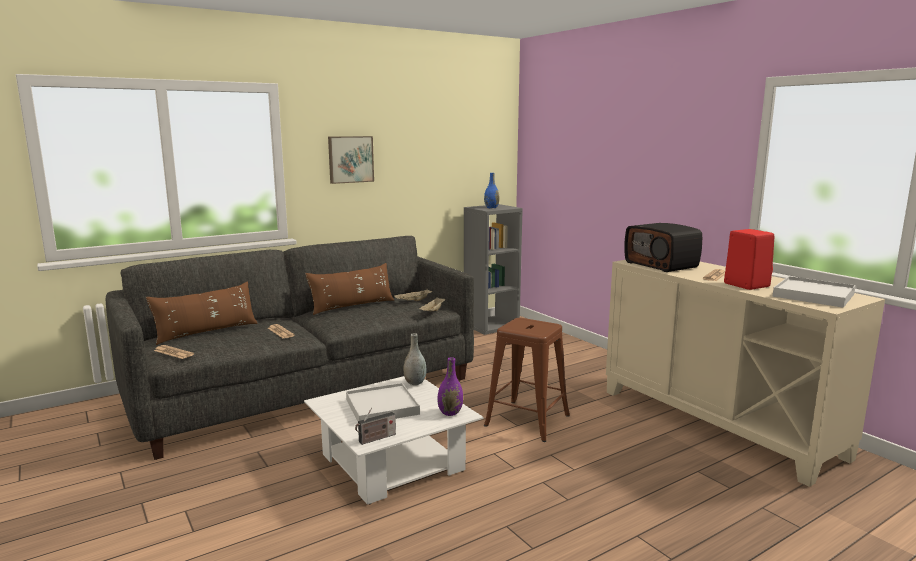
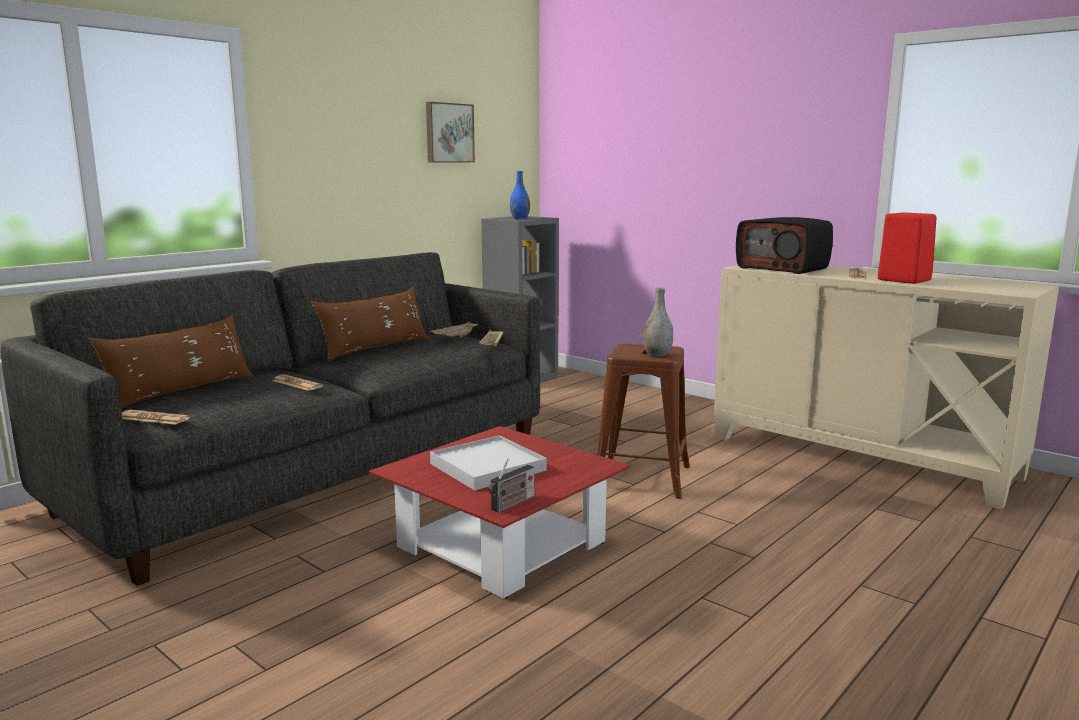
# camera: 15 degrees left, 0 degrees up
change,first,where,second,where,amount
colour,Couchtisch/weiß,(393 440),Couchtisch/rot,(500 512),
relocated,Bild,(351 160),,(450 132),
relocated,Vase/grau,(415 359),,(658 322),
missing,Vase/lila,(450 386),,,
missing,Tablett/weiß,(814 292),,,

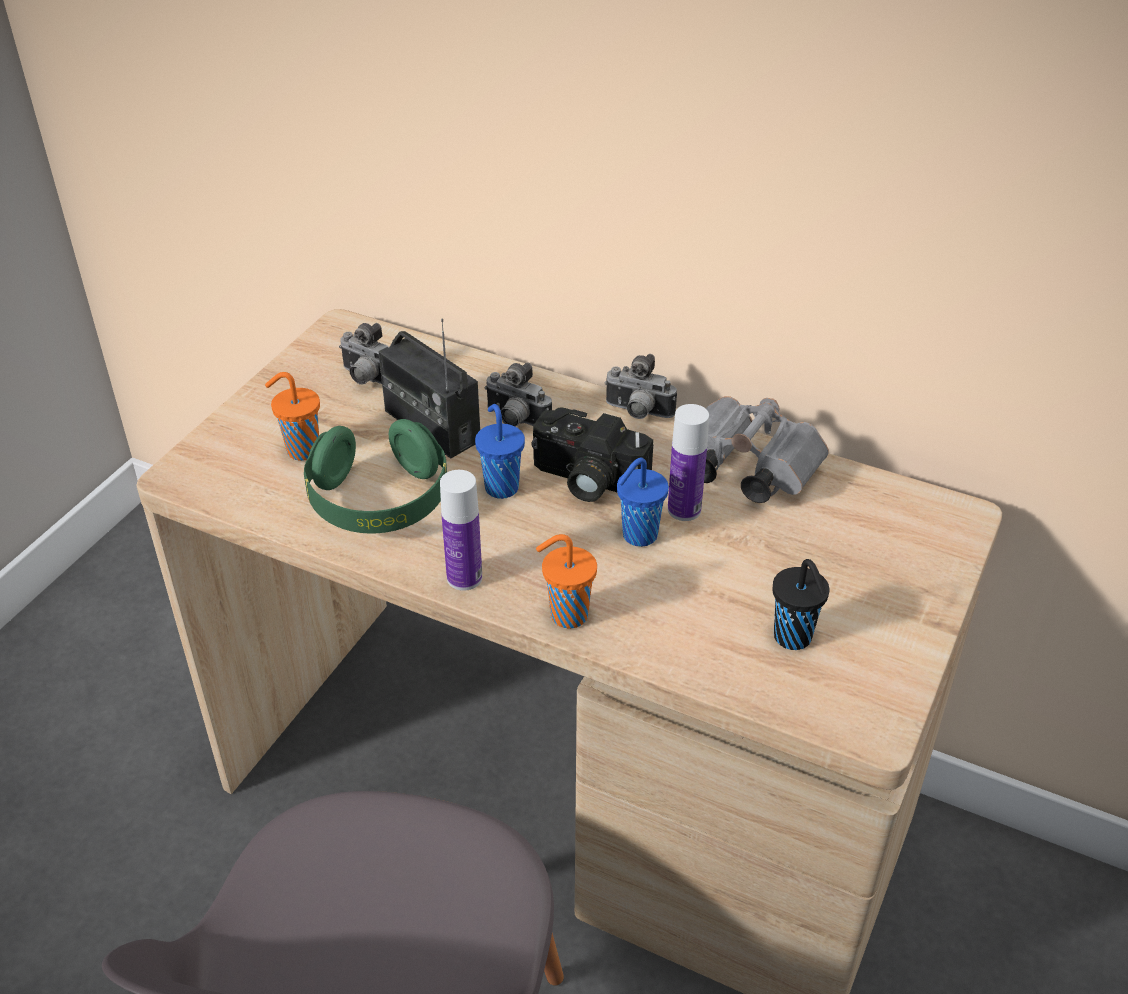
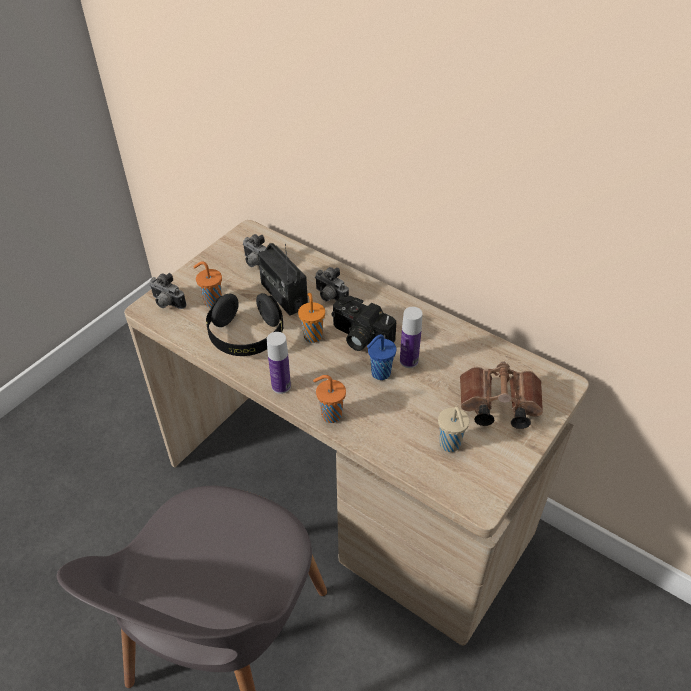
# camera: 10 degrees right, 5 degrees up
change,first,where,second,where,amount
colour,Kopfhörer/grün,(375 476),Kopfhörer/schwarz,(244 324),
colour,Tasse/blau,(500 451),Tasse/orange,(311 318),
relocated,Kamera,(641 386),,(168 291),
missing,Fernglas/grau,(766 449),,,
colour,Tasse/schwarz,(800 604),Tasse/beige,(453 429),
appeared,,,Fernglas/braun,(501 395),

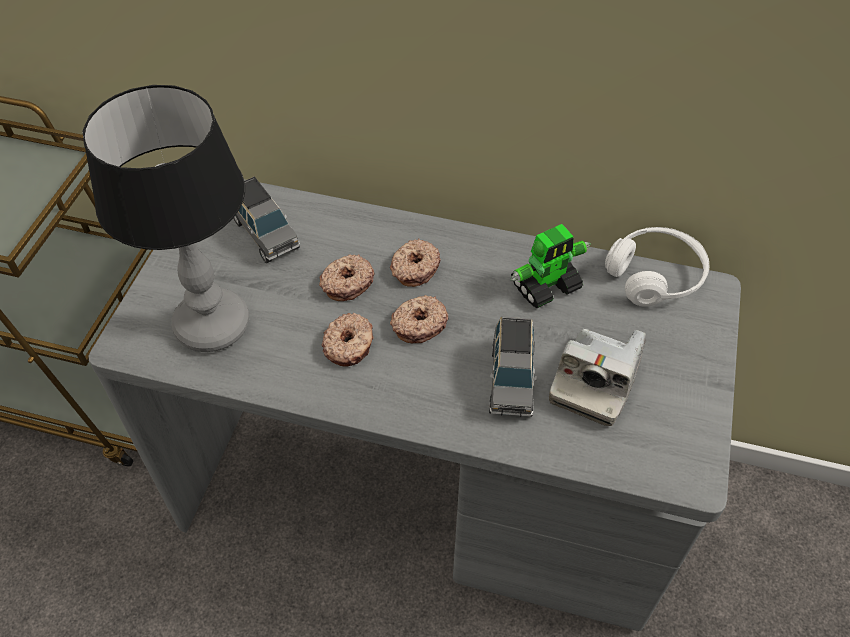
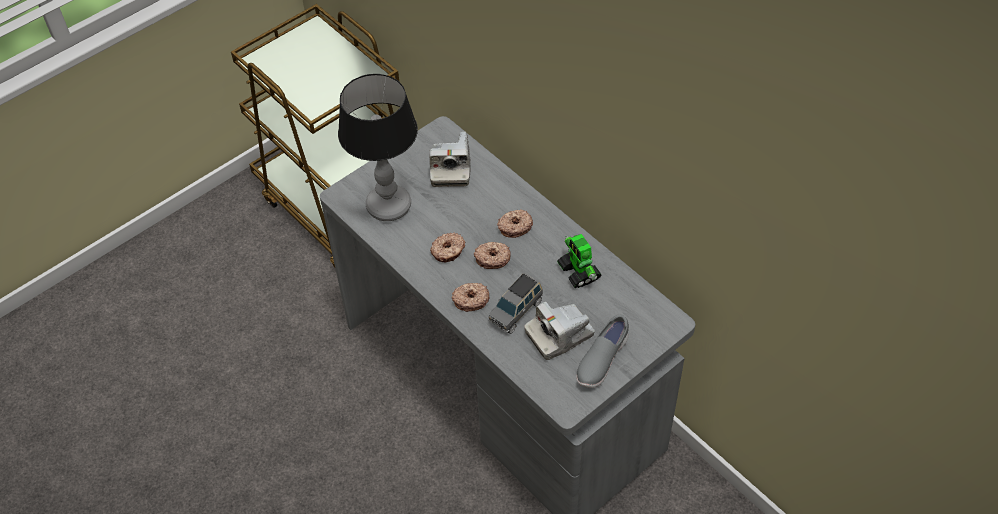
# camera: 35 degrees right, 0 degrees up
change,first,where,second,where,amount
exchanged,Spielzeugauto/grau,(266 219),Kamera,(450 159),
relocated,Donut,(346 277),,(470 297),
spun,Spielzeugroboter,(550 266),,(579 261),60 degrees clockwise
missing,Kopfhörer/weiß,(657 267),,,
appeared,,,Schuh/grau,(602 351),

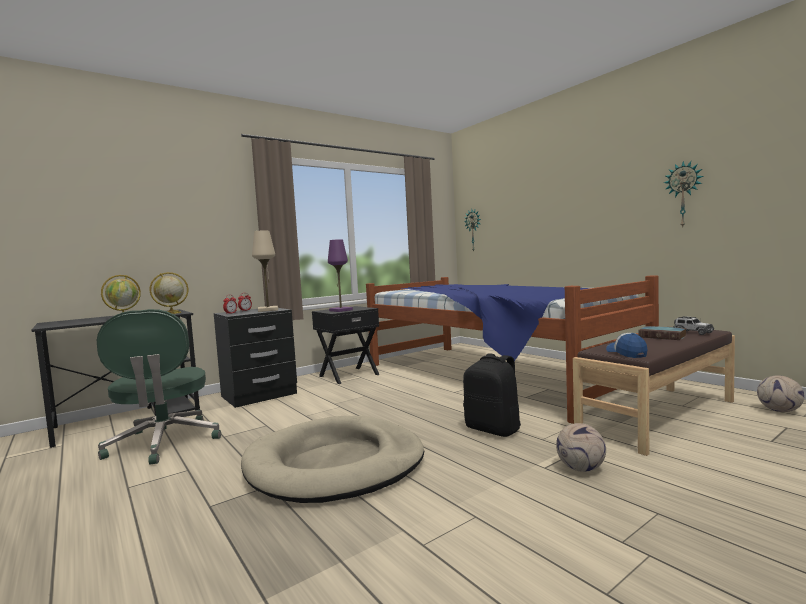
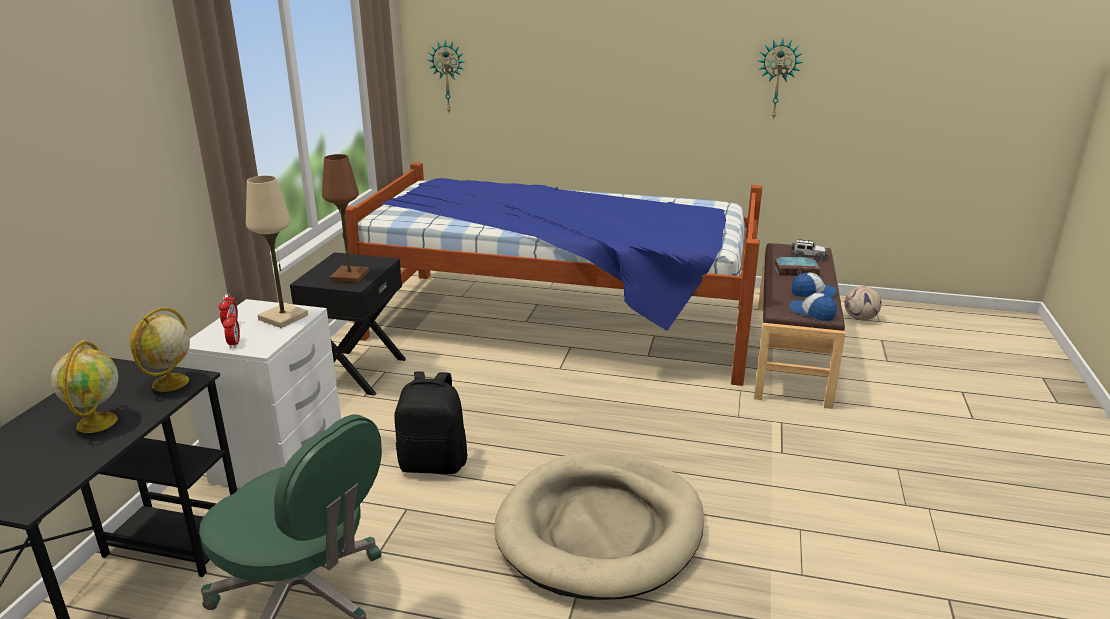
# camera: 40 degrees left, 20 degrees up
change,first,where,second,where,amount
colour,Nachttisch/schwarz,(255 358),Nachttisch/weiß,(261 393),
colour,Tischlampe/lila,(340 275),Tischlampe/braun,(345 218),
relocated,Rucksack/schwarz,(492 395),,(430 422),
missing,Fußball,(581 447),,,
appeared,,,Kappe,(814 285),

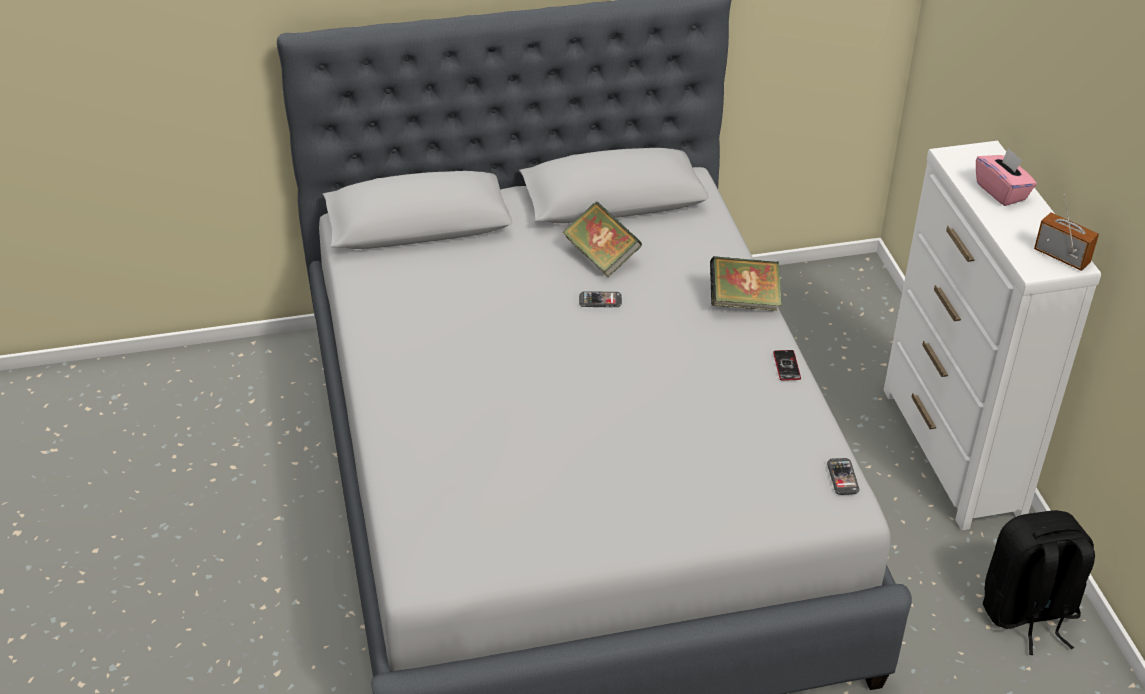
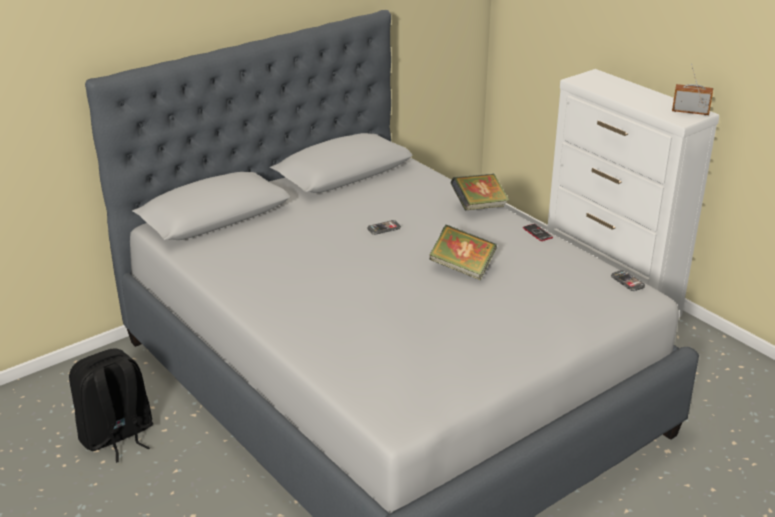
# camera: 25 degrees left, 10 degrees down
change,first,where,second,where,amount
relocated,Buch,(602 240),,(463 252),
missing,Taschentuchbox/rosa,(1006 176),,,
relocated,Rucksack/schwarz,(1039 582),,(111 405),

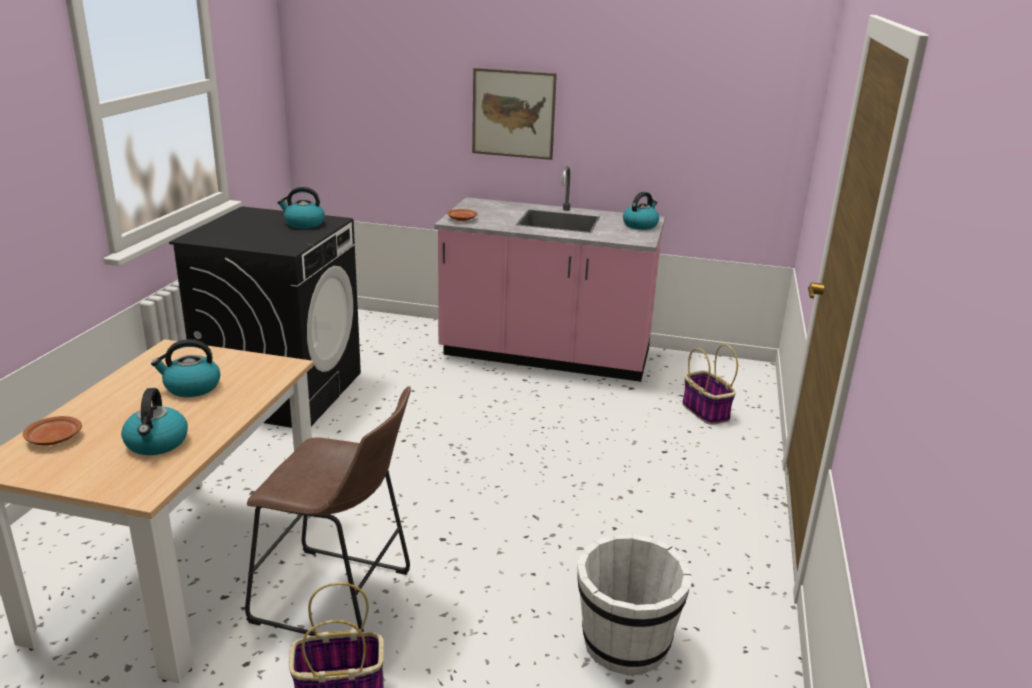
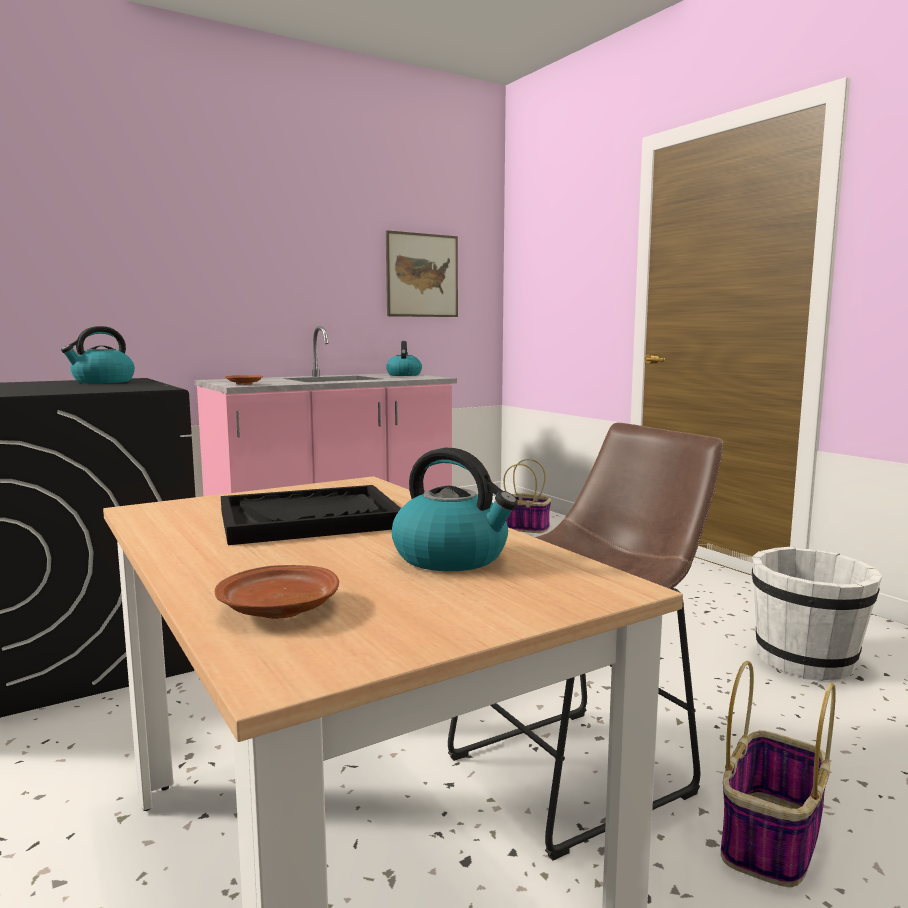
# camera: 45 degrees left, 15 degrees down
change,first,where,second,where,amount
exchanged,Wasserkessel,(185 368),Tablett/schwarz,(311 515),
relocated,Bild,(514 114),,(422 273),

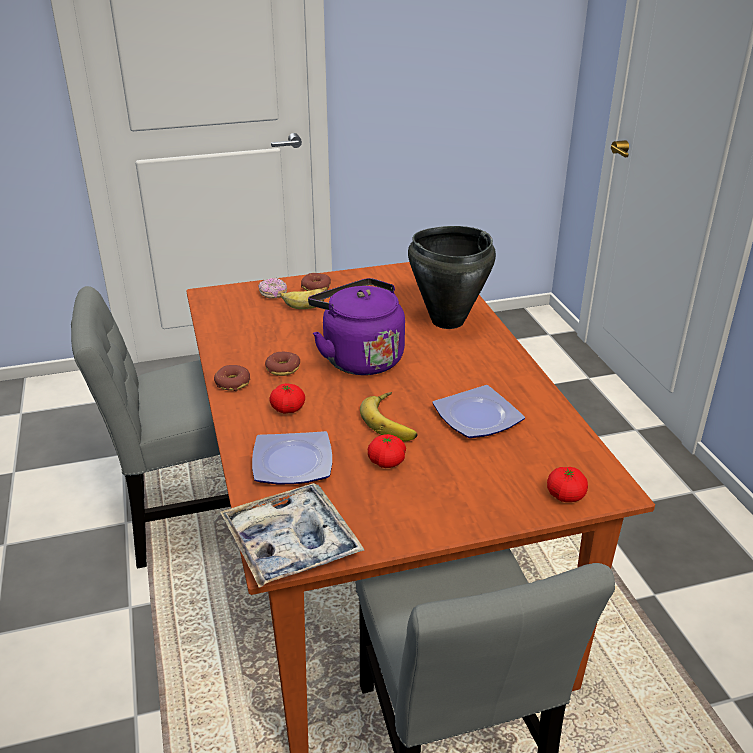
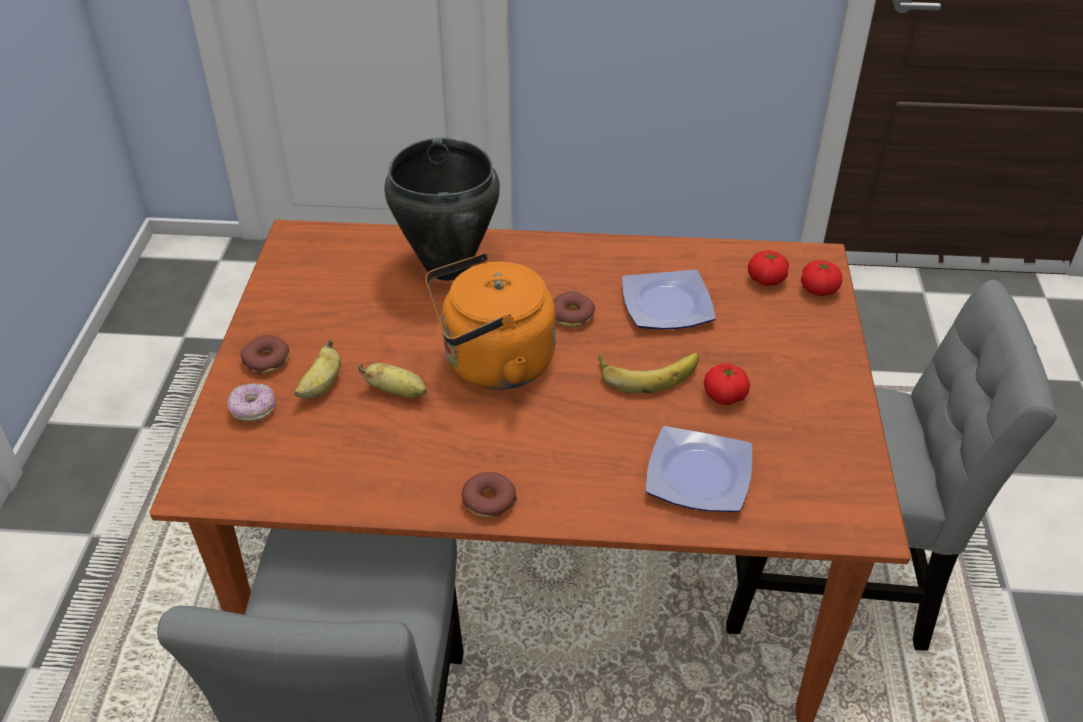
# camera: 70 degrees left, 10 degrees up
change,first,where,second,where,amount
missing,Tablett,(292 535),,,
relocated,Donut,(282 364),,(574 309),
relocated,Tomate,(287 398),,(768 268),
colour,Wasserkessel/lila,(356 326),Wasserkessel/orange,(490 321),
appeared,,,Banane,(393 380),

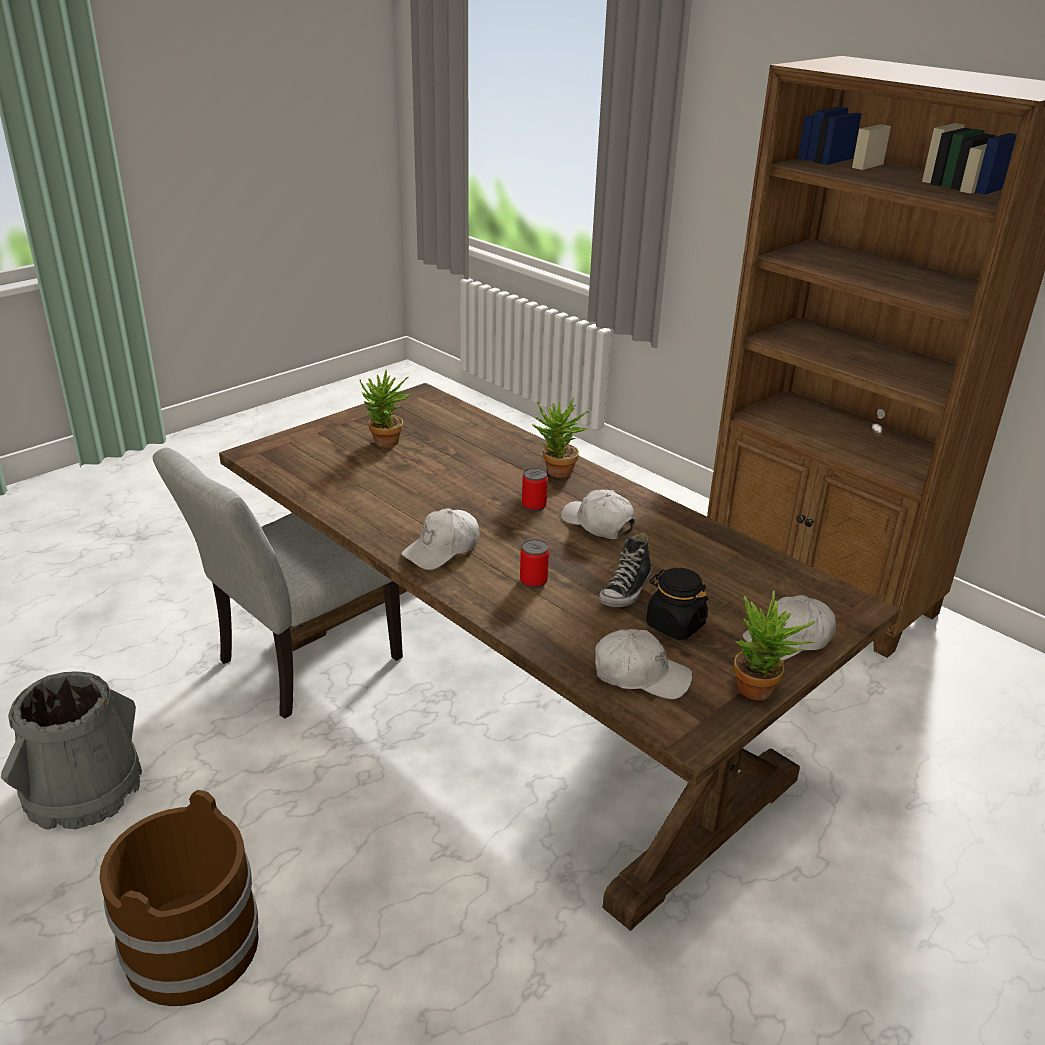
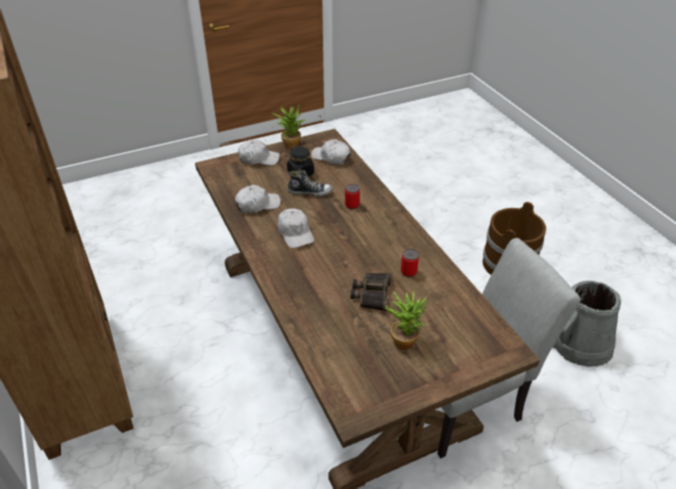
# camera: 160 degrees left, 10 degrees up
change,first,where,second,where,amount
relocated,Kappe/weiß,(440 539),,(258 199),
relocated,Dose,(535 489),,(410 263),
missing,Topfpflanze,(561 438),,,
spun,Schuh,(625 569),,(310 183),45 degrees clockwise
appeared,,,Fernglas,(371 292),

